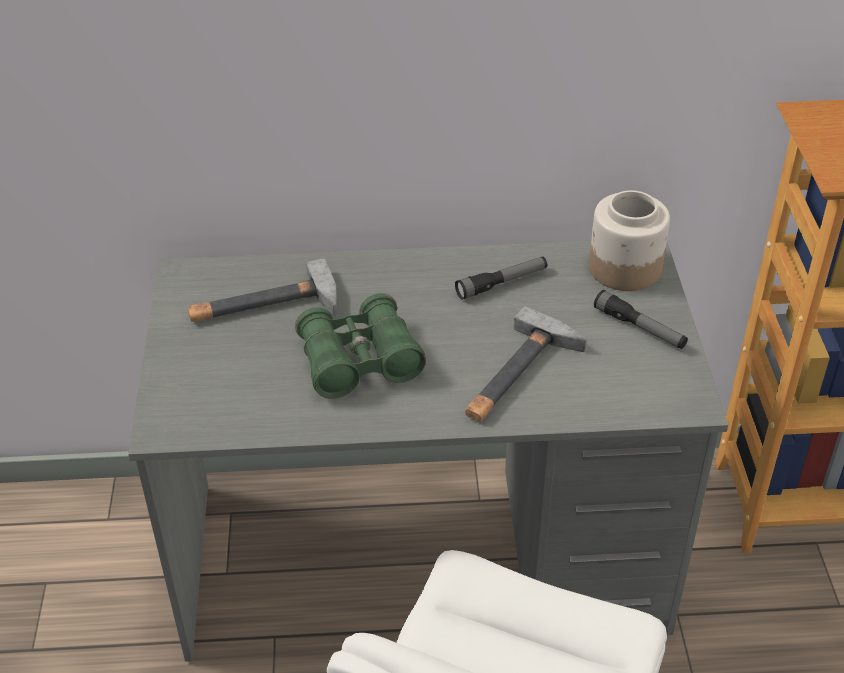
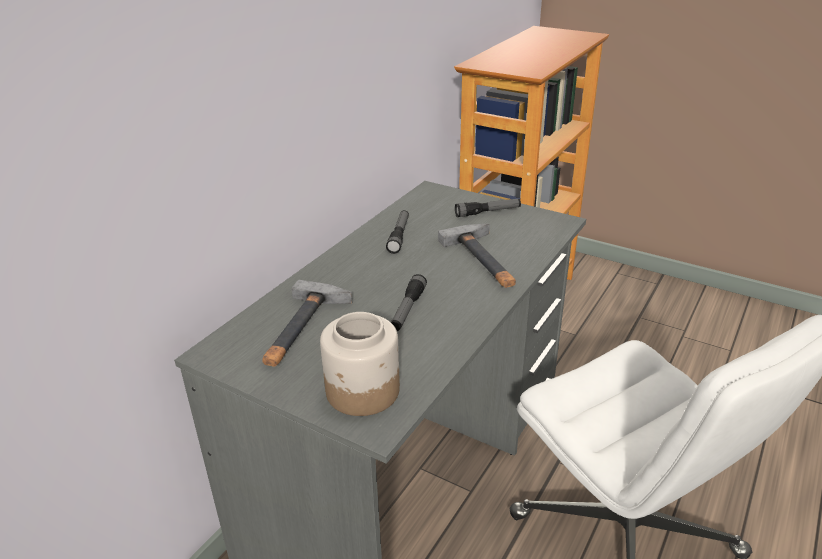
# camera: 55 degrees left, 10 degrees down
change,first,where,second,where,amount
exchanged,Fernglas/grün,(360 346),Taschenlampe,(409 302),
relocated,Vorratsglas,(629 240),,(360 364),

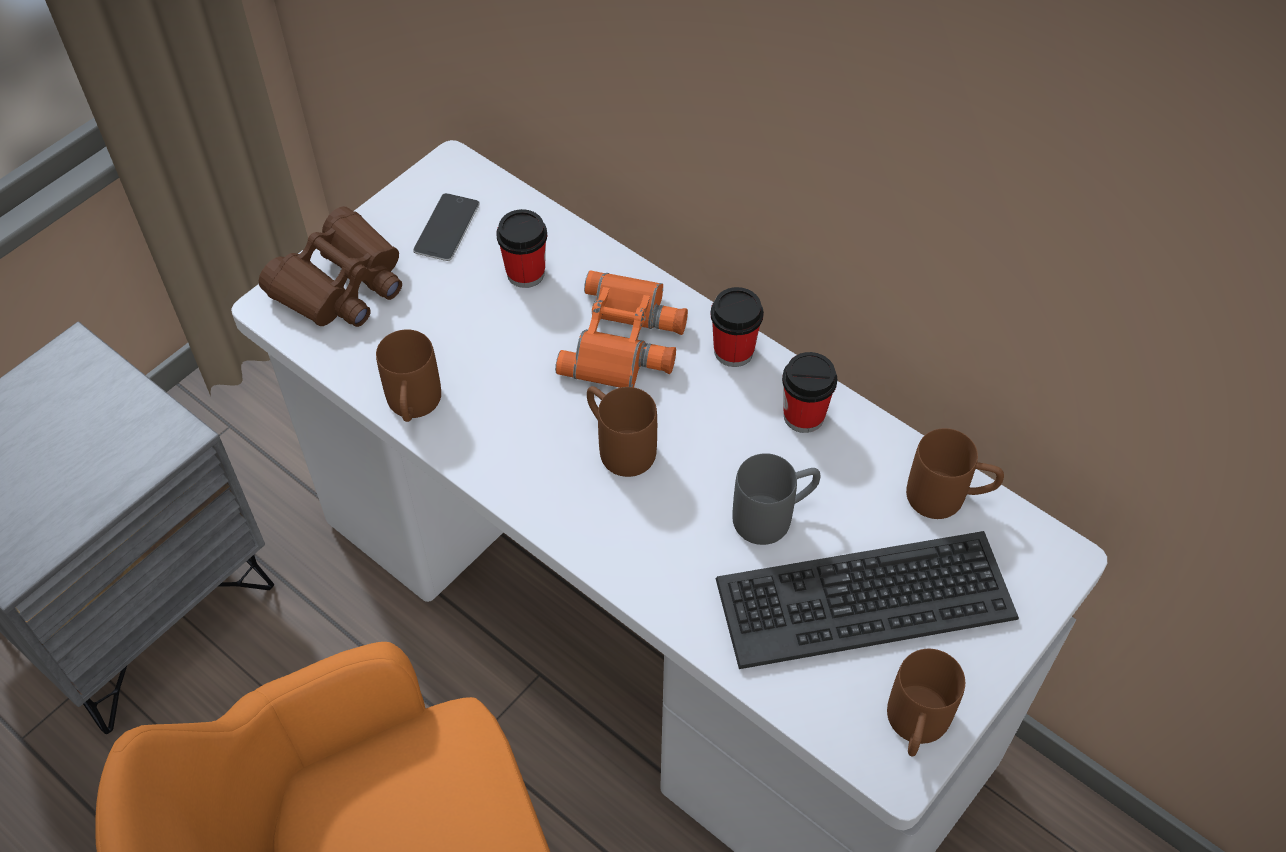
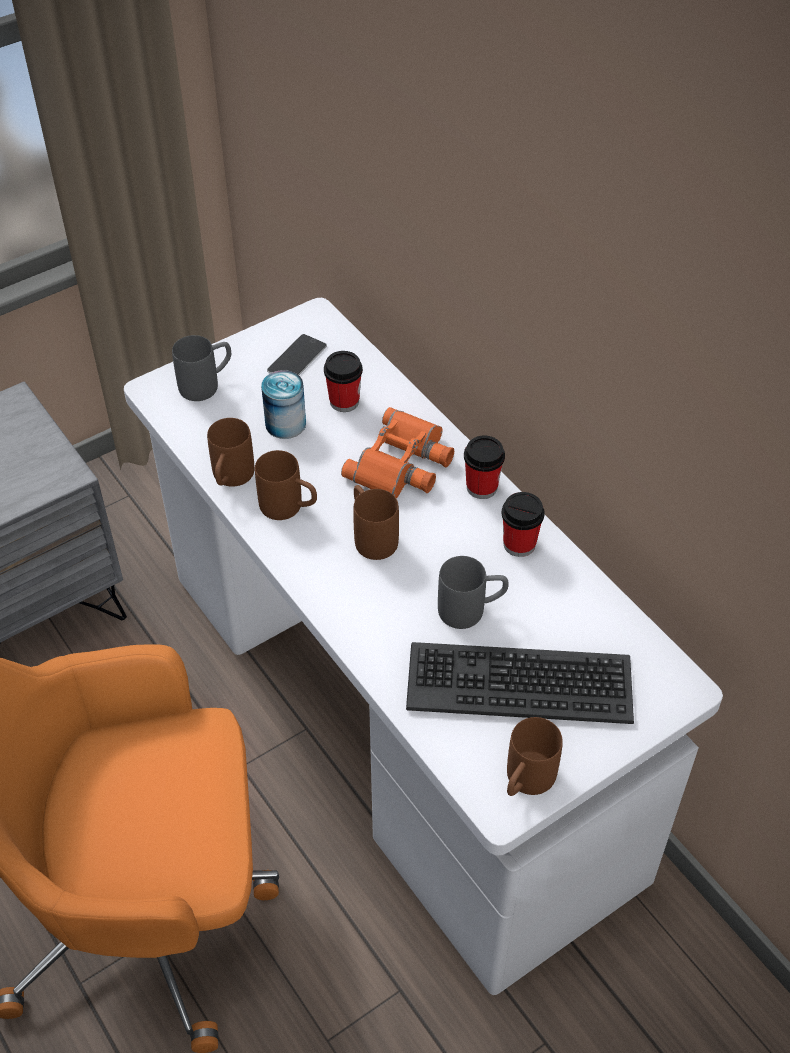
# camera: 15 degrees right, 5 degrees down
change,first,where,second,where,amount
exchanged,Fernglas/braun,(330 266),Henkelbecher/grau,(201 368),
relocated,Henkelbecher/braun,(955 473),,(286 485),
appeared,,,Dose,(283 404),

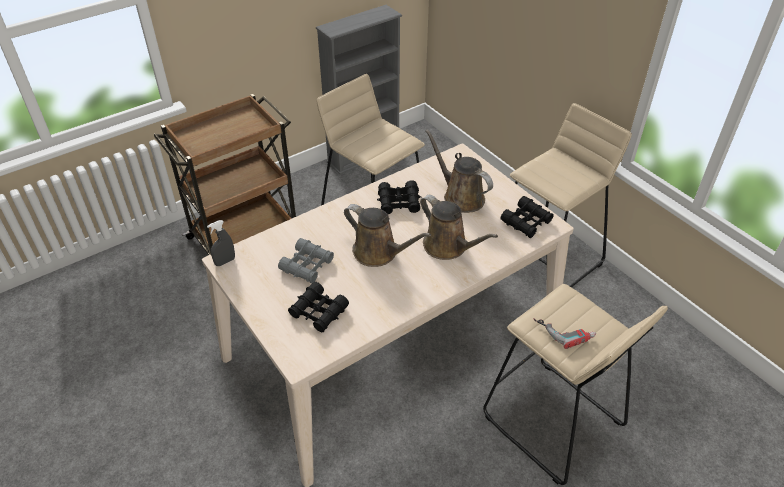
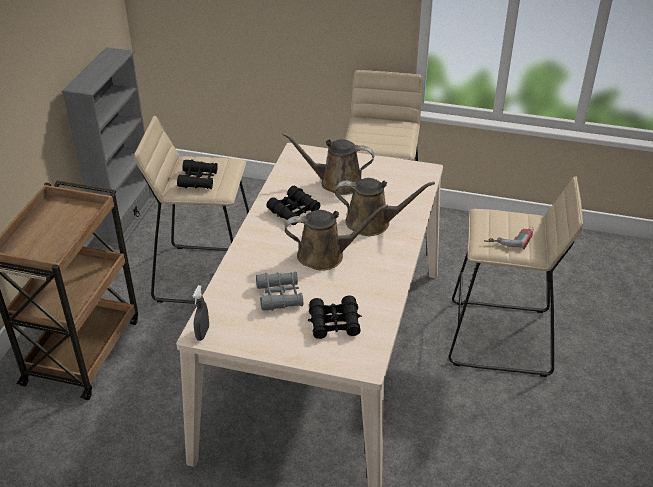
# camera: 40 degrees left, 5 degrees down
change,first,where,second,where,amount
relocated,Fernglas/schwarz,(527 217),,(197 174),

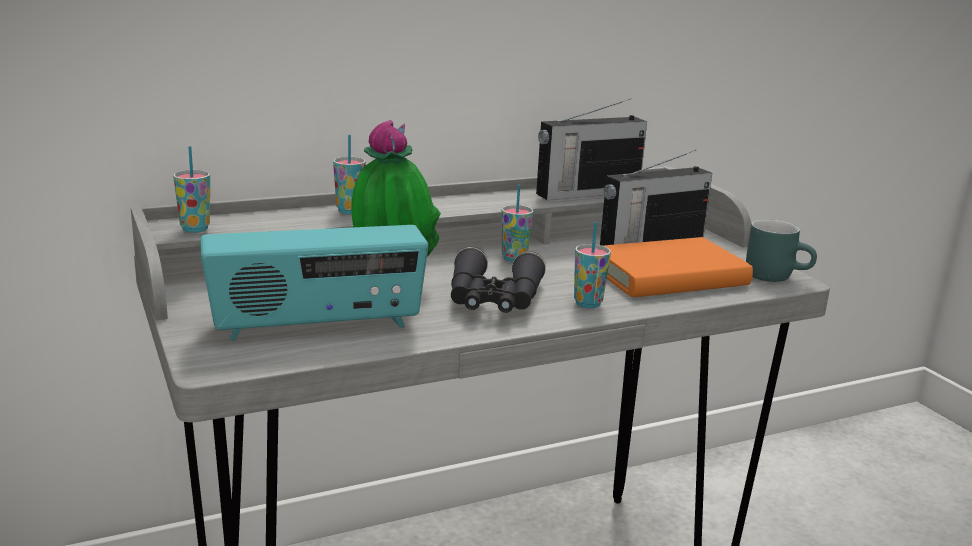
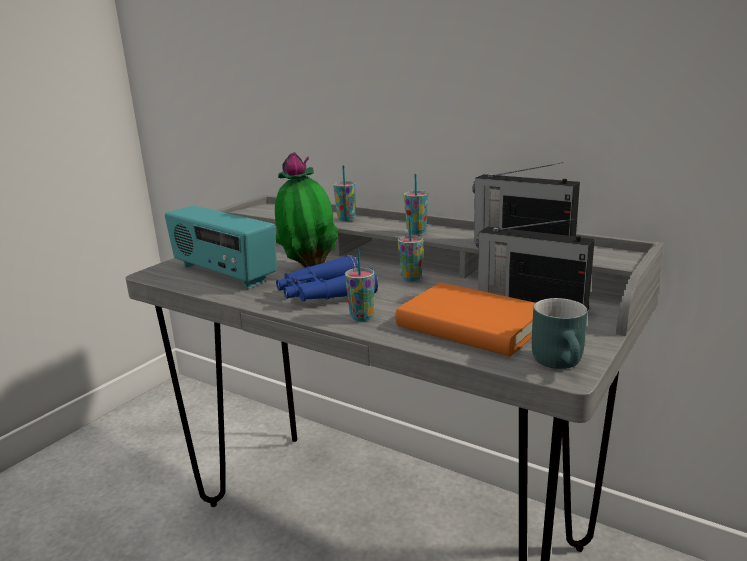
# camera: 60 degrees right, 0 degrees up
change,first,where,second,where,amount
relocated,Tasse,(191 189),,(416 204),
colour,Fernglas/schwarz,(498 280),Fernglas/blau,(327 278),

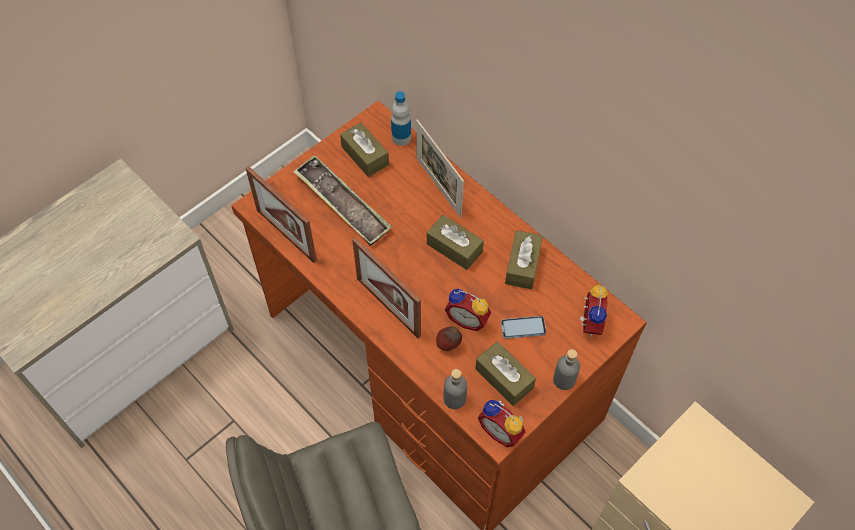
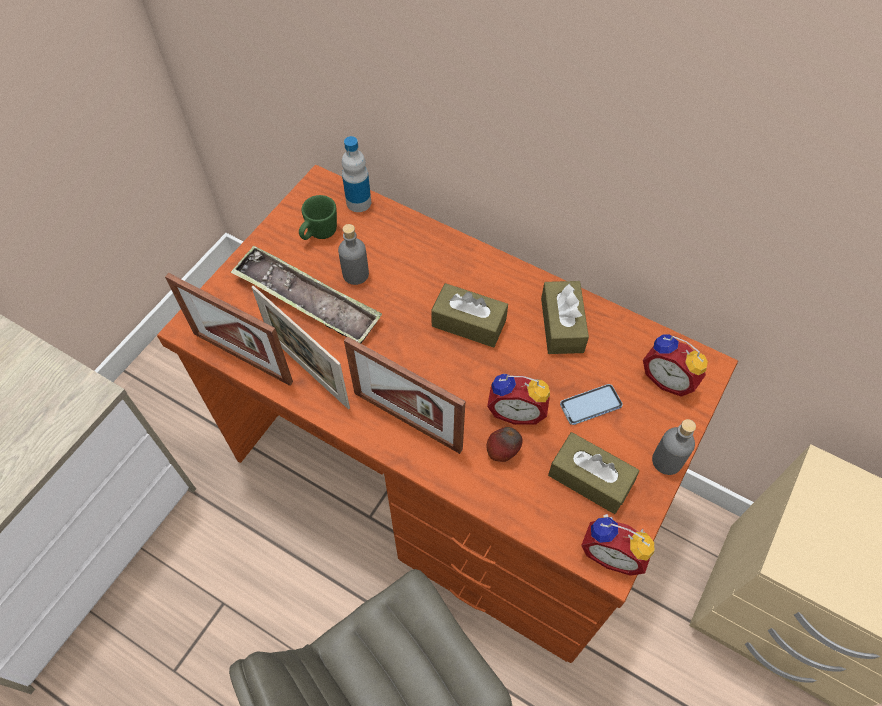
# camera: 15 degrees left, 0 degrees up
change,first,where,second,where,amount
exchanged,Taschentuchbox/braun,(364 149),Henkelbecher/grün,(318 217),
relocated,Bilderrahmen,(440 169),,(301 347),
relocated,Flasche/grau,(455 389),,(353 254),
spun,Wecker,(593 310),,(675 365),135 degrees clockwise

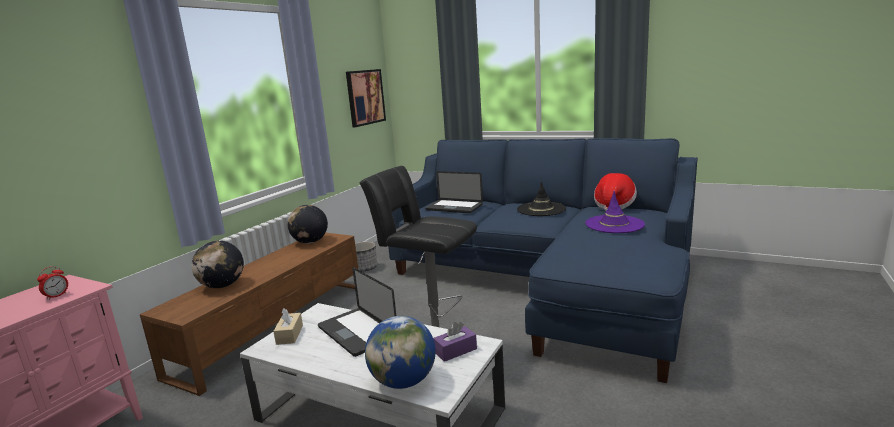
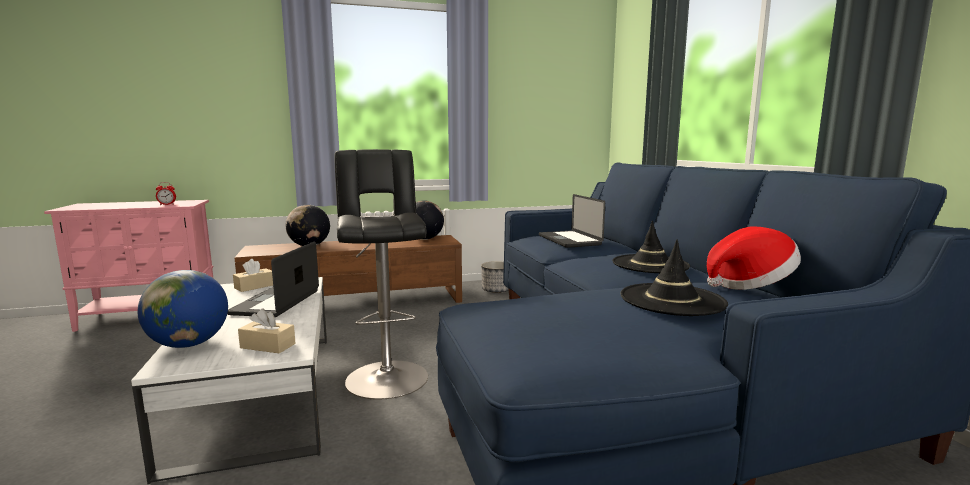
# camera: 45 degrees right, 5 degrees down
change,first,where,second,where,amount
missing,Bild,(366 98),,,
colour,Taschentuchbox/lila,(455 342),Taschentuchbox/beige,(267 331),
colour,Hut/lila,(615 212),Hut/schwarz,(674 278),

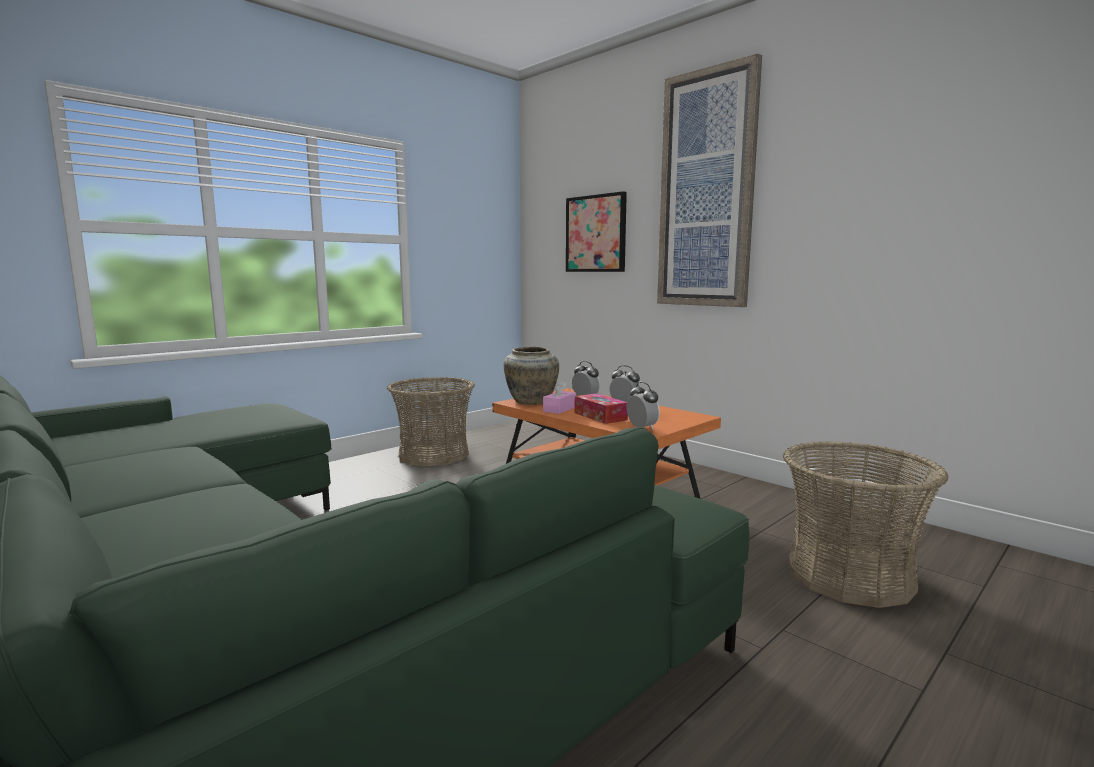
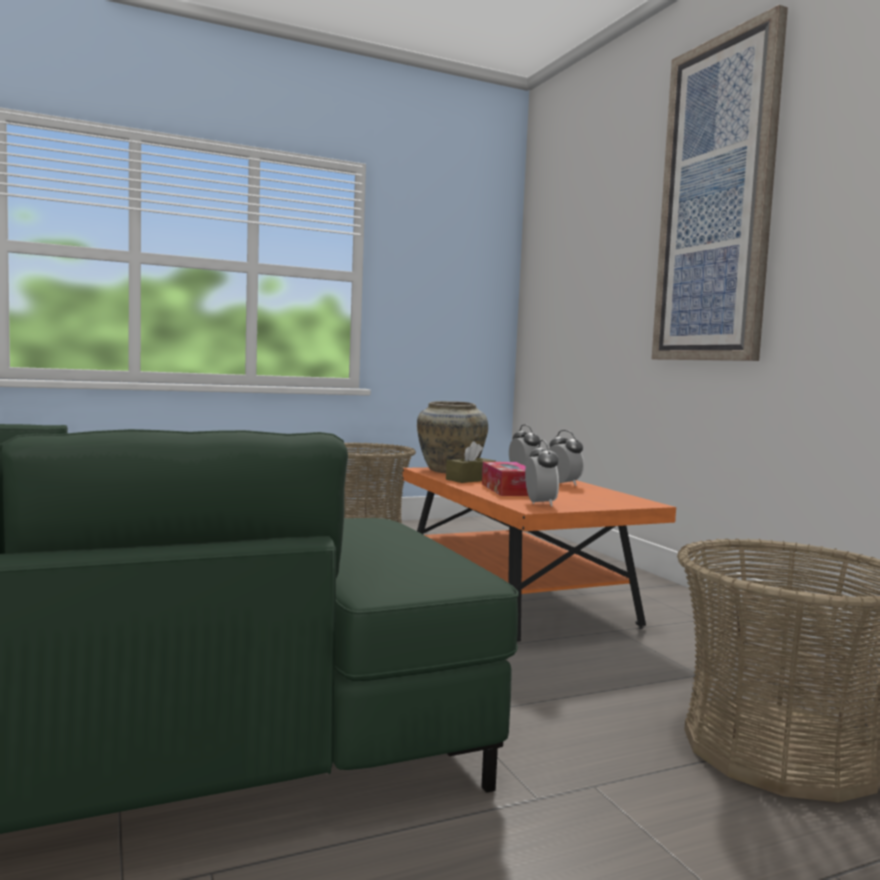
# camera: 20 degrees right, 5 degrees down
change,first,where,second,where,amount
colour,Taschentuchbox/rosa,(559 397),Taschentuchbox/braun,(471 462),
missing,Bild,(596 231),,,

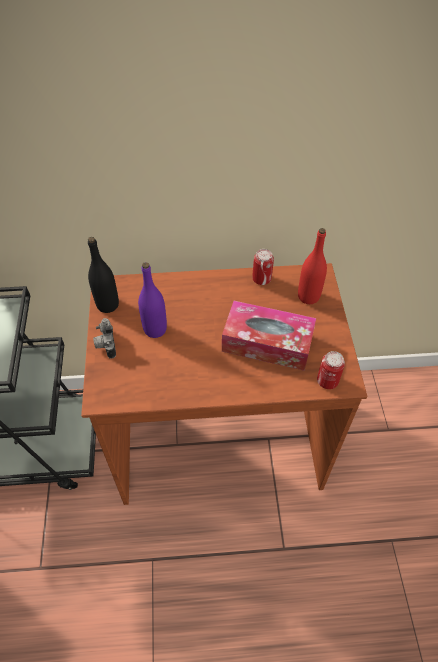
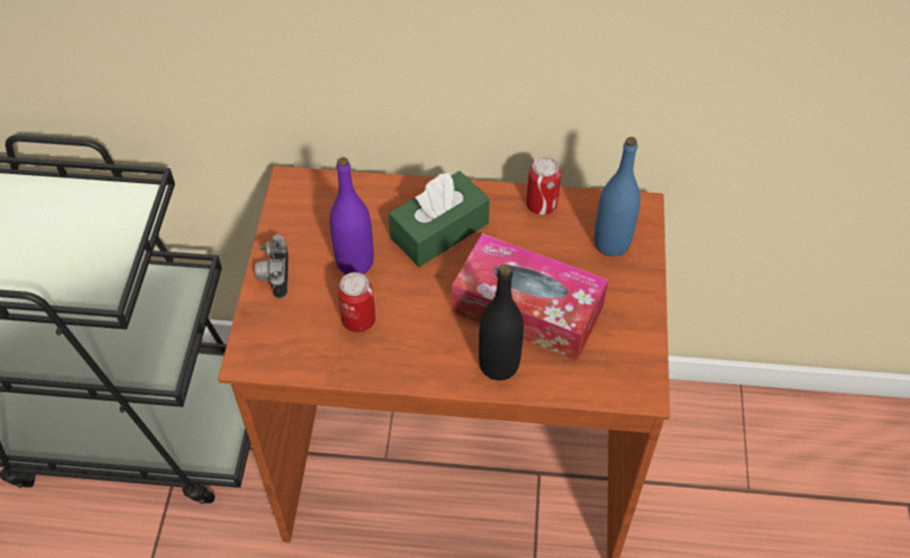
# camera: 10 degrees right, 0 degrees up
change,first,where,second,where,amount
relocated,Flasche/schwarz,(103 275),,(501 322),
colour,Flasche/rot,(312 266),Flasche/blau,(617 196),
relocated,Dose,(331 370),,(356 302),
appeared,,,Taschentuchbox/grün,(439 219),

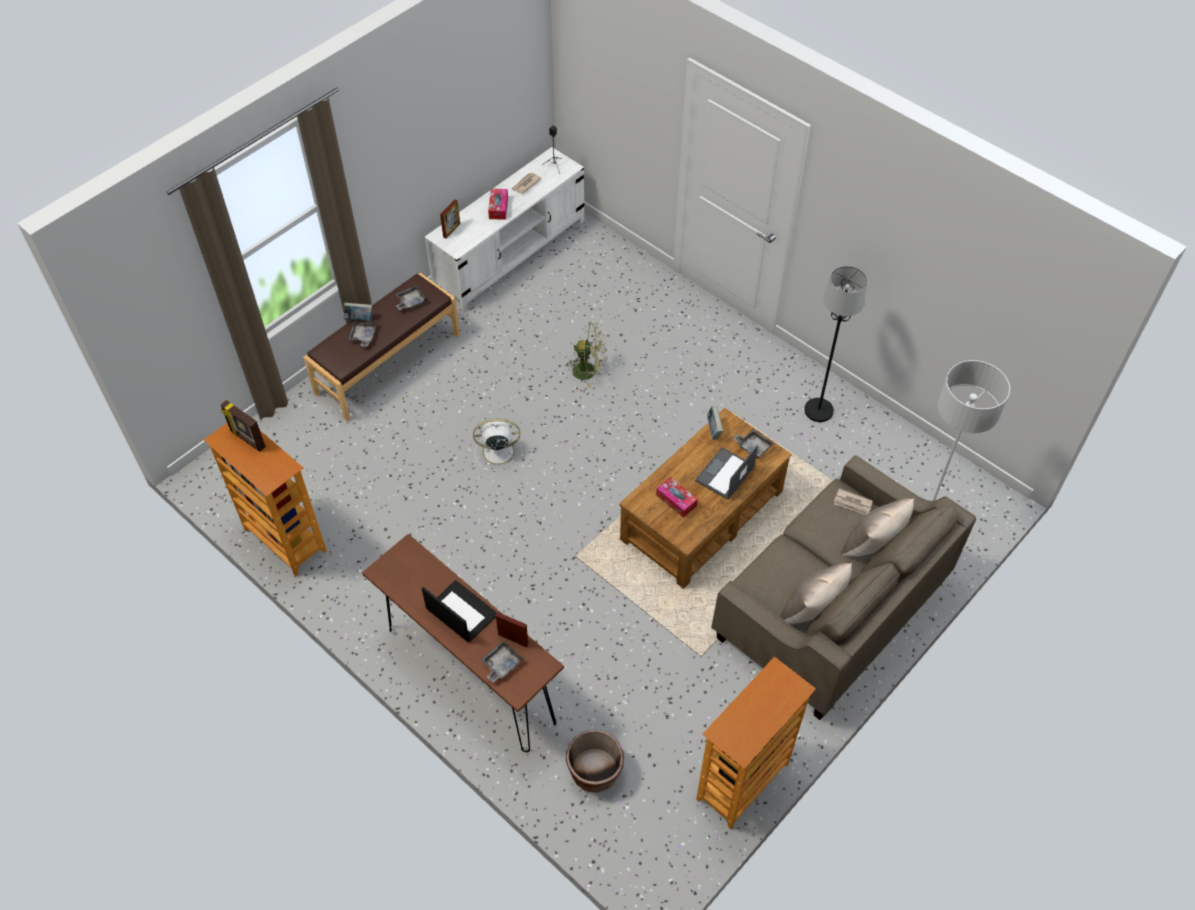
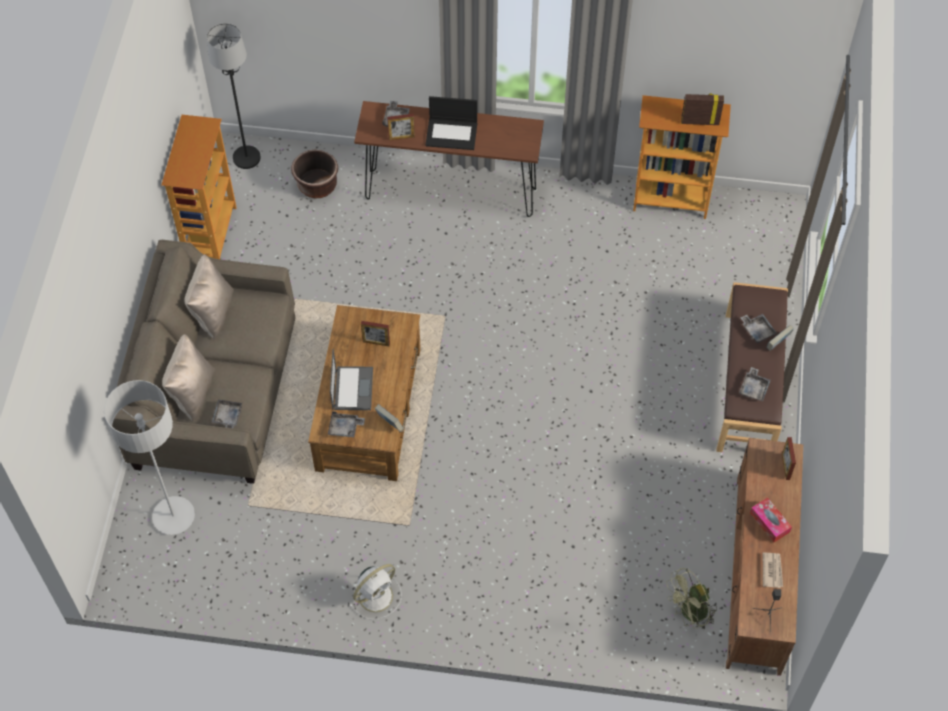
# camera: 145 degrees right, 5 degrees up
change,first,where,second,where,amount
colour,Fernsehschrank/weiß,(504 229),Fernsehschrank/braun,(764 557),
relocated,Ventilator/weiß,(498 445),,(375 592),
relocated,Ventilator/grün,(586 355),,(691 598),
exchanged,Taschentuchbox,(677 497),Bilderrahmen,(375 333),
relocated,Stehlampe/schwarz,(835 344),,(234 96),
exchanged,Zeitung,(853 501),Tablett/grau,(227 413),

